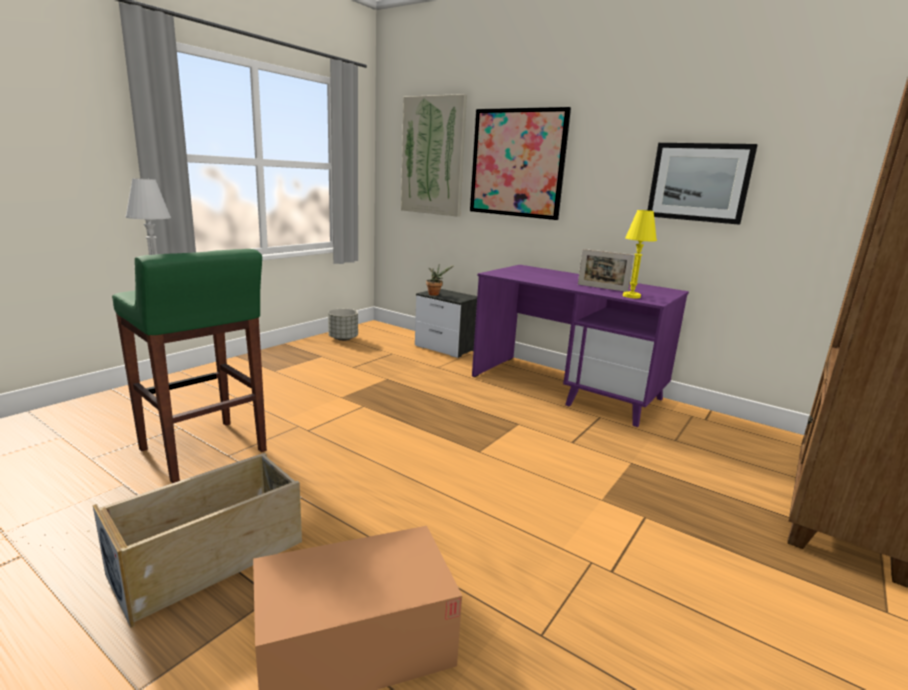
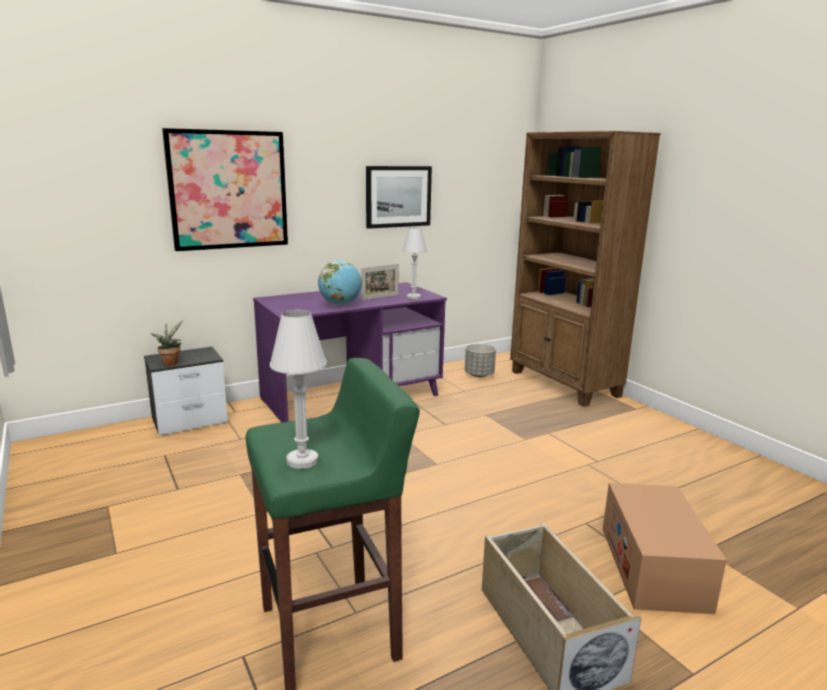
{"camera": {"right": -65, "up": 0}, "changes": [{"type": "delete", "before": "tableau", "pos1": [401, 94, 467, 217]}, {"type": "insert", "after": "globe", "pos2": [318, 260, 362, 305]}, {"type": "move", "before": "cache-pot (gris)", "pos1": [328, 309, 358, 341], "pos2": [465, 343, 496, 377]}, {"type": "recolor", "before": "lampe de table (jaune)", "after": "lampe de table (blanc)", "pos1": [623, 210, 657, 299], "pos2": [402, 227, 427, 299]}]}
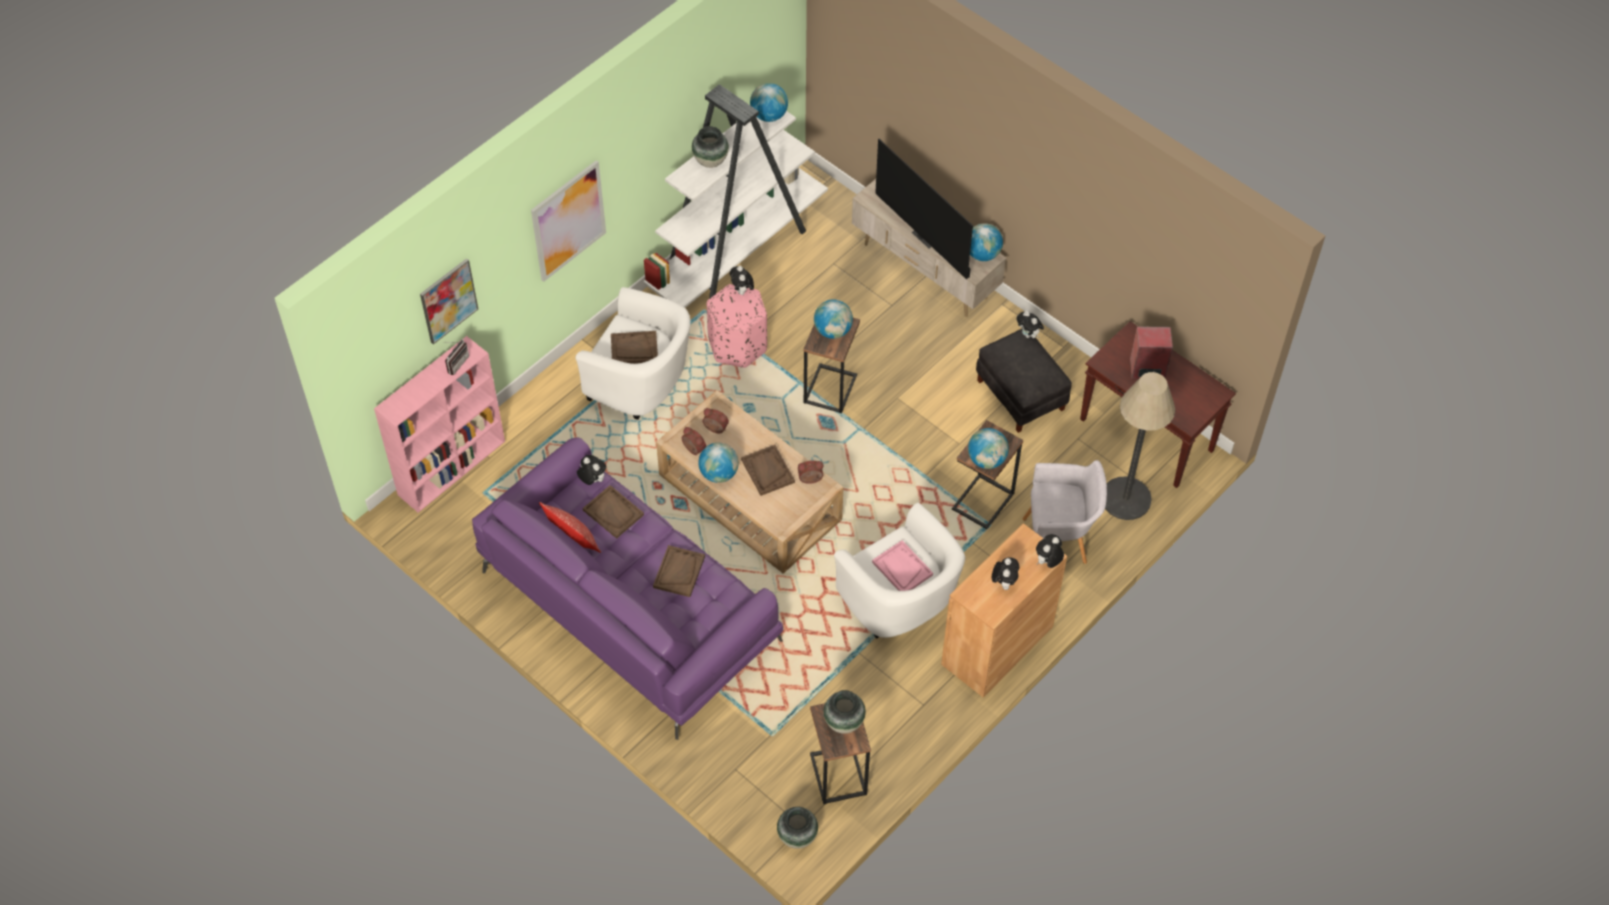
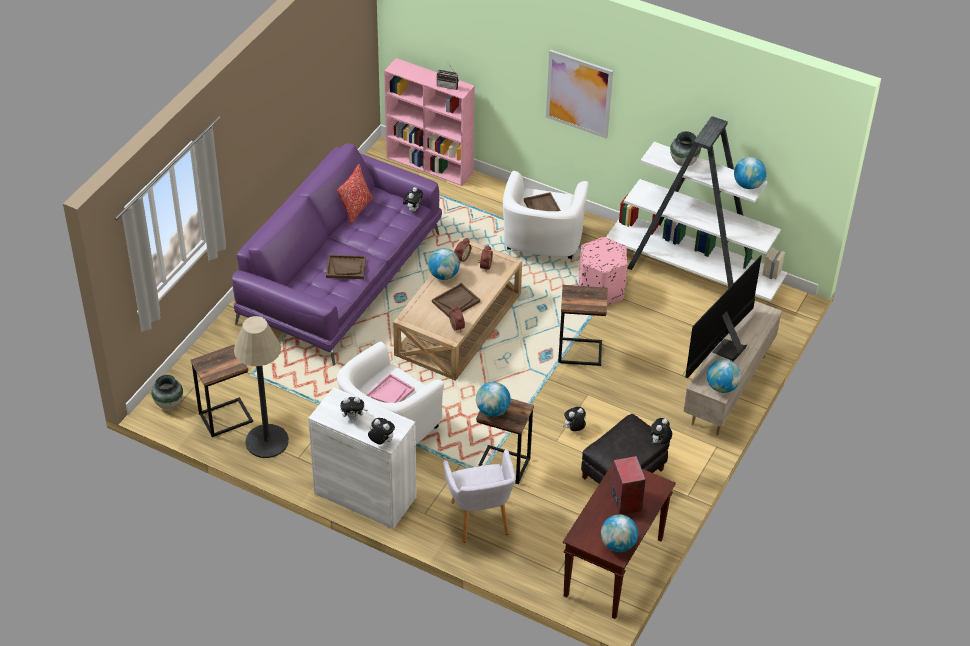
{"camera": {"right": 75, "up": -10}, "changes": [{"type": "delete", "before": "tableau", "pos1": [420, 258, 478, 344]}, {"type": "delete", "before": "plateau (marron)", "pos1": [583, 485, 644, 539]}, {"type": "delete", "before": "vase", "pos1": [823, 690, 866, 734]}, {"type": "move", "before": "peluche", "pos1": [730, 266, 754, 296], "pos2": [563, 407, 586, 431]}, {"type": "move", "before": "globe", "pos1": [814, 299, 853, 339], "pos2": [601, 515, 638, 552]}, {"type": "move", "before": "lampadaire", "pos1": [1105, 372, 1175, 520], "pos2": [234, 316, 289, 458]}, {"type": "recolor", "before": "meuble de rangement (marron)", "after": "meuble de rangement (blanc)", "pos1": [941, 523, 1067, 697], "pos2": [308, 387, 416, 529]}]}
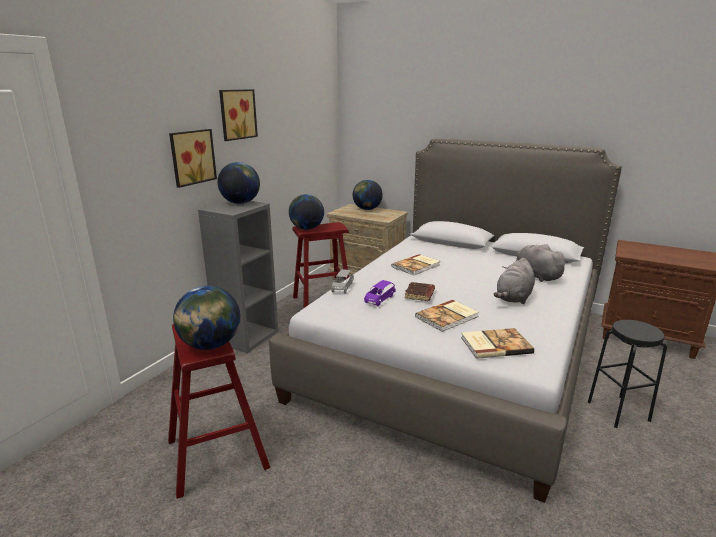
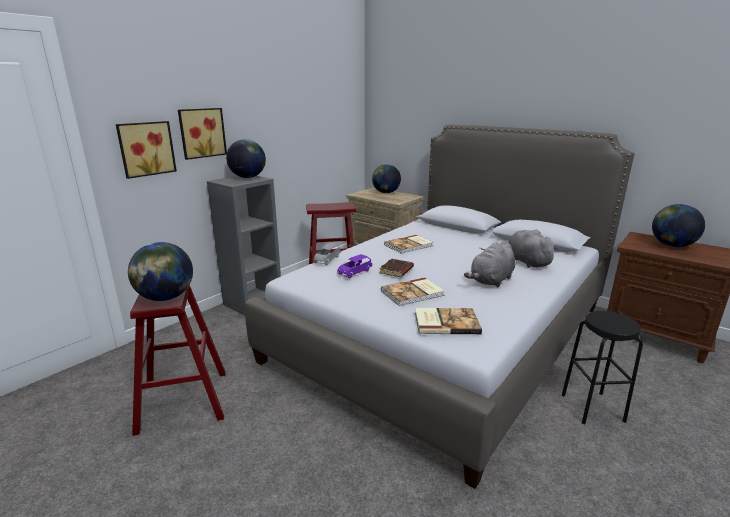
{"camera": {"right": 10, "up": 0}, "changes": [{"type": "move", "before": "tableau", "pos1": [219, 89, 258, 141], "pos2": [116, 121, 177, 179]}, {"type": "move", "before": "globe", "pos1": [289, 194, 324, 230], "pos2": [652, 204, 705, 247]}]}
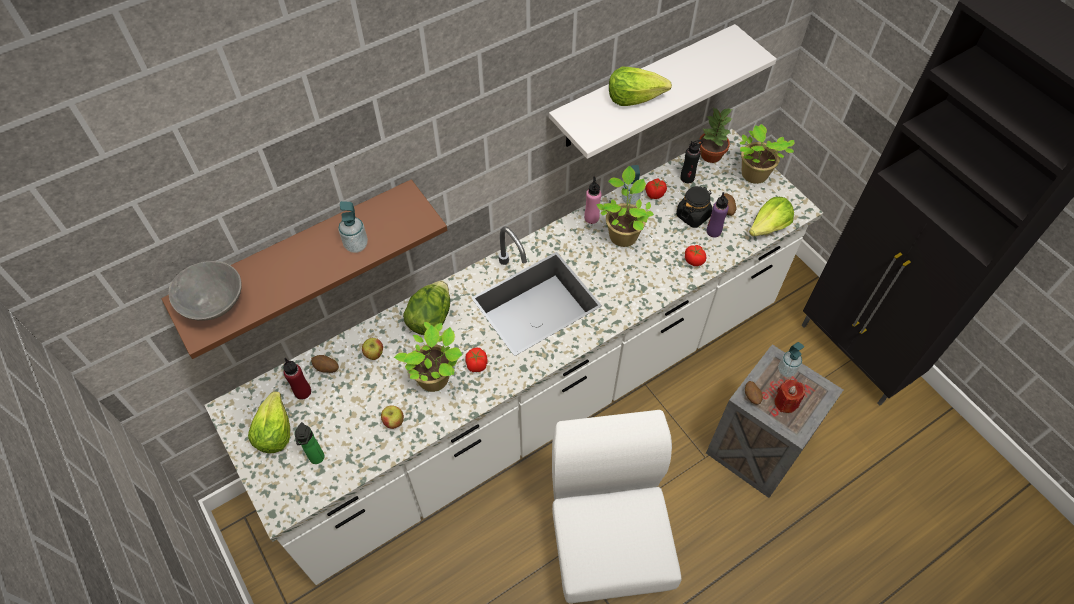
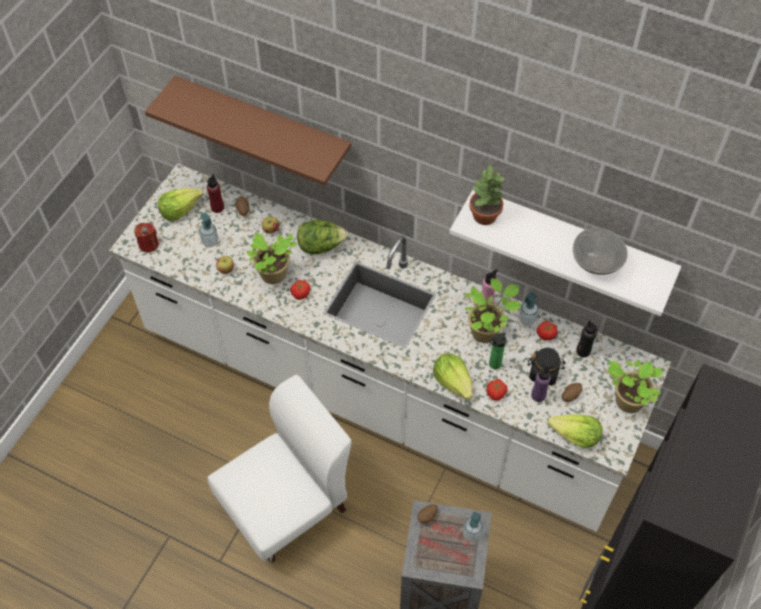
{"camera": {"right": 60, "up": 0}, "changes": [{"type": "move", "before": "bol (gris)", "pos1": [169, 261, 242, 321], "pos2": [573, 228, 628, 275]}, {"type": "move", "before": "bouteille", "pos1": [294, 422, 325, 464], "pos2": [489, 333, 506, 369]}, {"type": "move", "before": "distributeur de savon", "pos1": [338, 201, 368, 253], "pos2": [199, 212, 218, 247]}, {"type": "move", "before": "laitue", "pos1": [609, 67, 672, 106], "pos2": [433, 353, 473, 400]}, {"type": "move", "before": "plante en pot", "pos1": [699, 108, 733, 163], "pos2": [469, 164, 505, 225]}, {"type": "move", "before": "bougie (rouge)", "pos1": [774, 379, 805, 413], "pos2": [134, 223, 159, 253]}]}
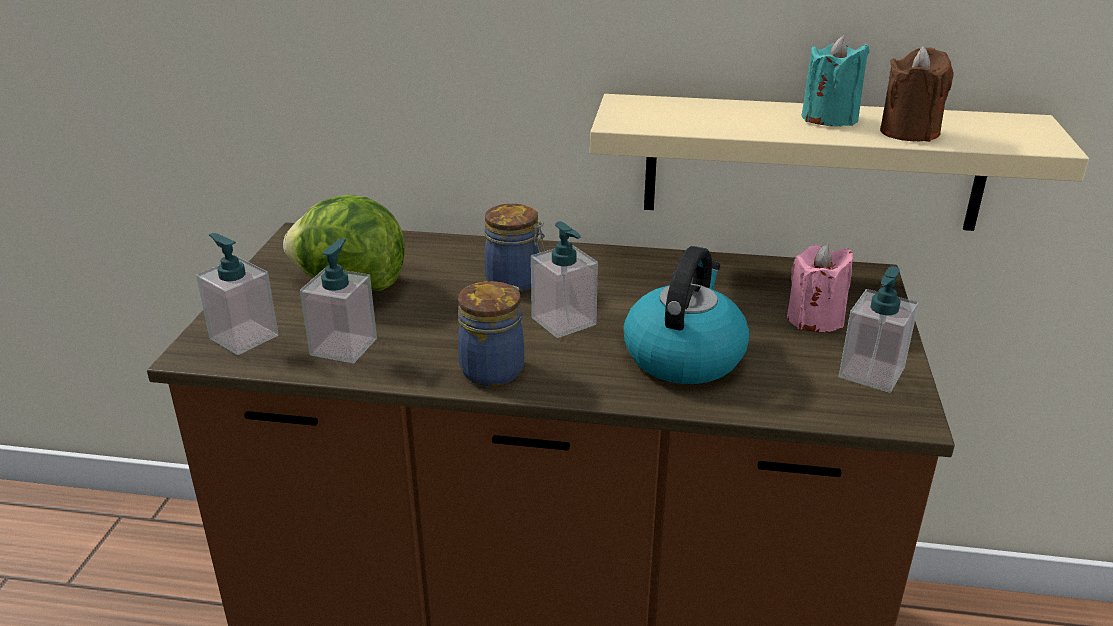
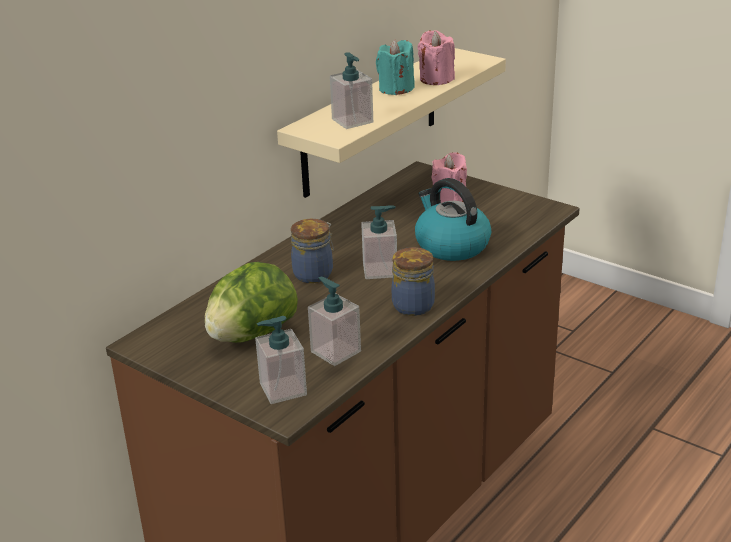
{"camera": {"right": -60, "up": 0}, "changes": [{"type": "move", "before": "distributeur de savon", "pos1": [839, 266, 919, 393], "pos2": [330, 52, 373, 129]}, {"type": "recolor", "before": "bougie (marron)", "after": "bougie (rose)", "pos1": [880, 46, 954, 142], "pos2": [418, 30, 455, 85]}]}
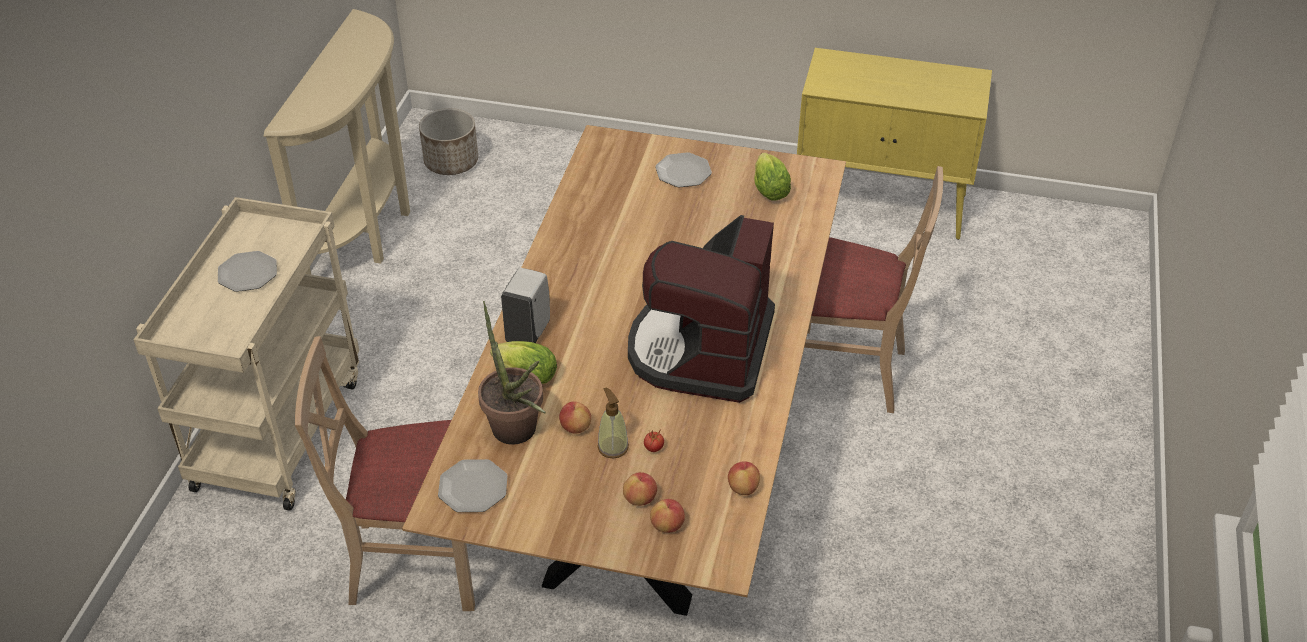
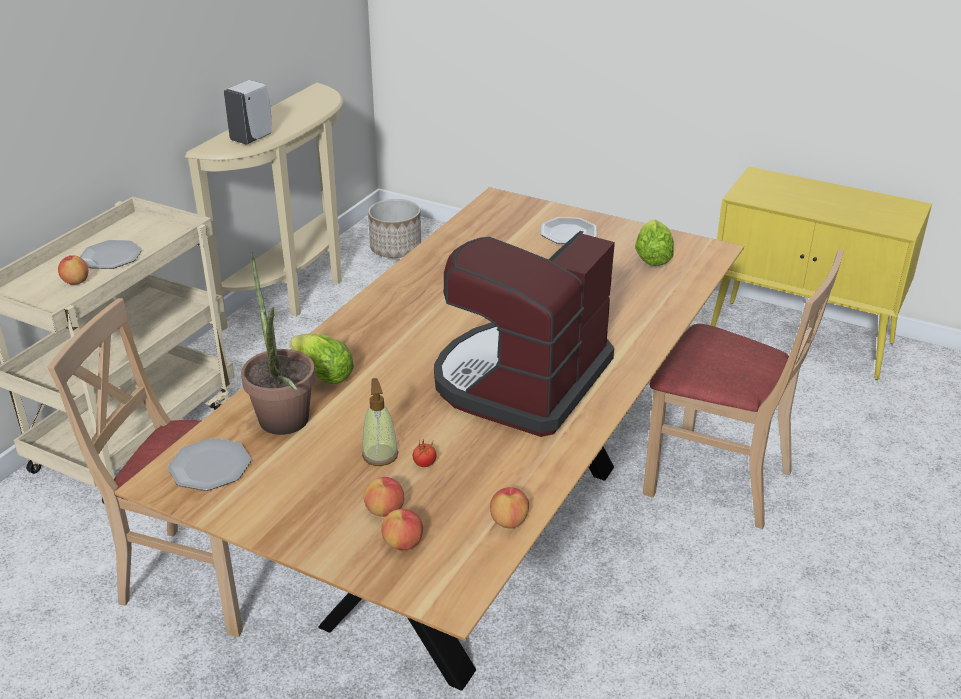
{"camera": {"right": 15, "up": -10}, "changes": [{"type": "move", "before": "distributeur de savon (blanc)", "pos1": [501, 268, 550, 343], "pos2": [224, 80, 271, 145]}, {"type": "move", "before": "pomme", "pos1": [559, 401, 591, 434], "pos2": [58, 255, 88, 285]}]}
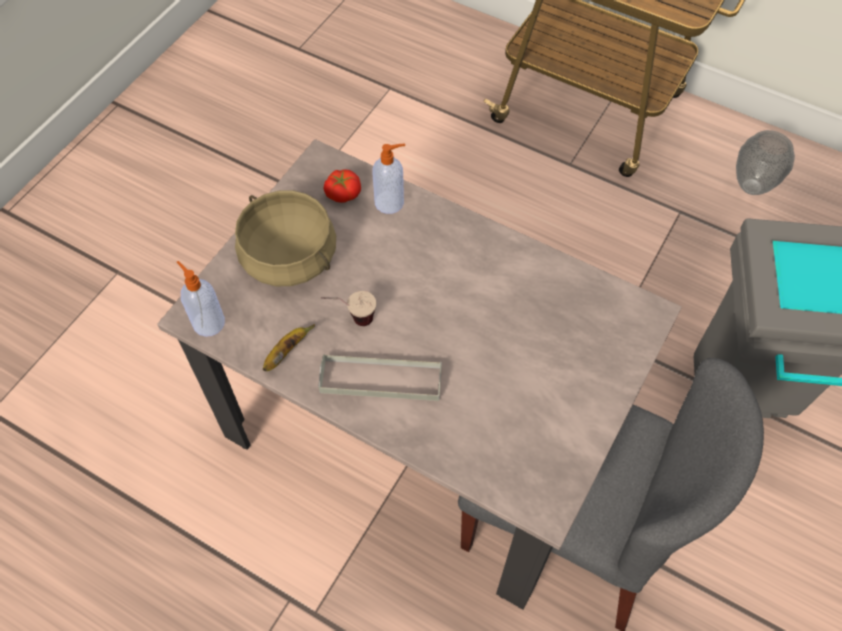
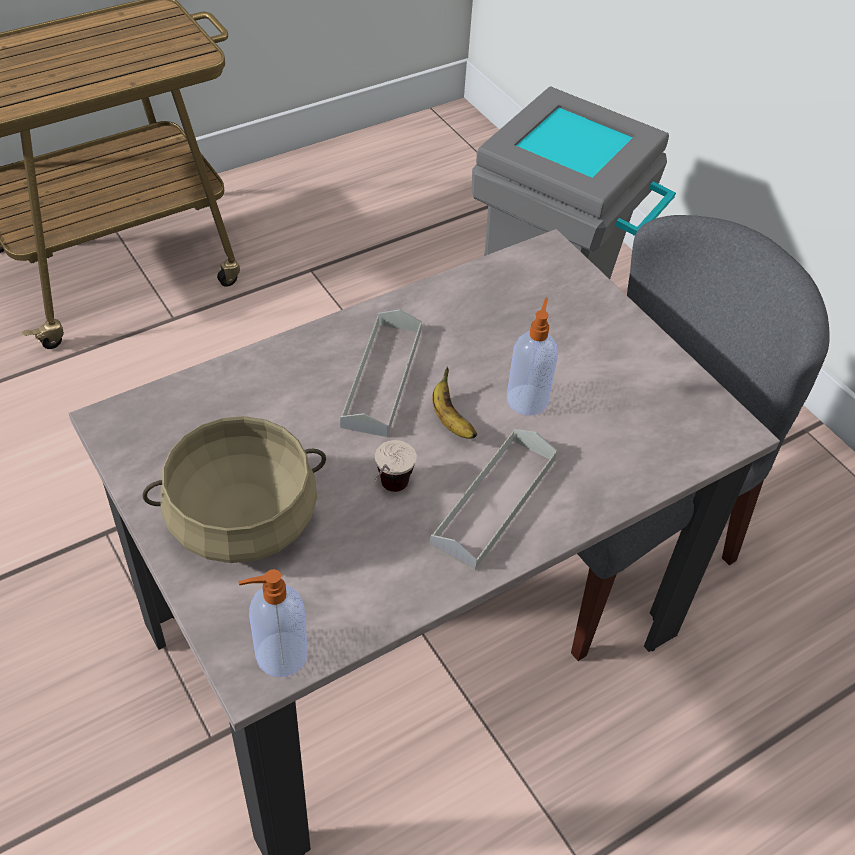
{"camera": {"right": -65, "up": -10}, "changes": [{"type": "delete", "before": "tomate", "pos1": [324, 169, 361, 203]}, {"type": "delete", "before": "vase", "pos1": [736, 130, 795, 195]}, {"type": "insert", "after": "plateau (gris)", "pos2": [340, 310, 422, 437]}, {"type": "move", "before": "banane", "pos1": [263, 324, 315, 371], "pos2": [432, 367, 477, 439]}, {"type": "move", "before": "distributeur de savon", "pos1": [372, 144, 405, 214], "pos2": [507, 297, 558, 415]}]}
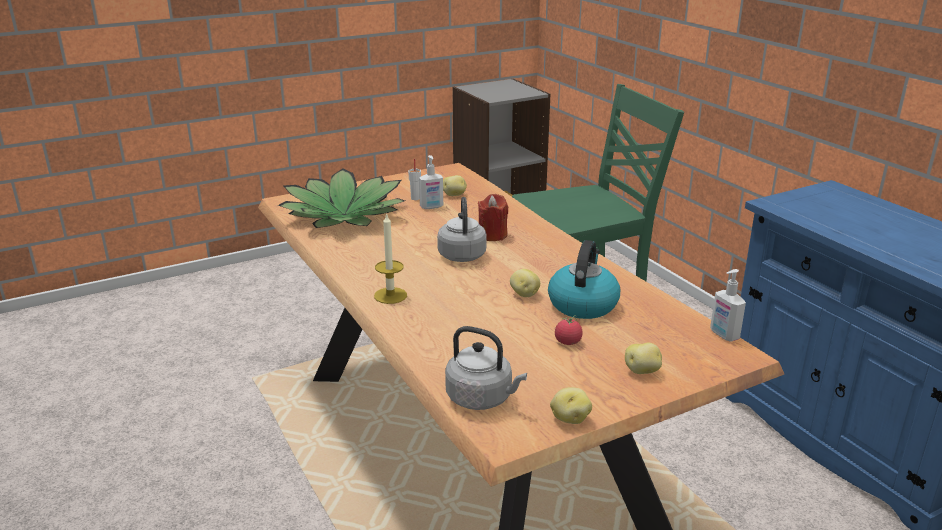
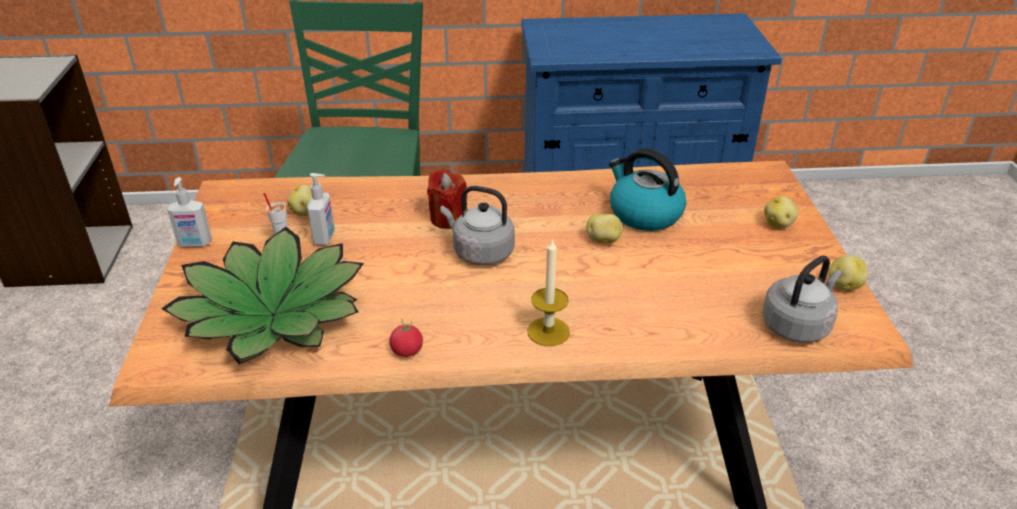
{"camera": {"right": -65, "up": 10}, "changes": [{"type": "move", "before": "tomate", "pos1": [555, 315, 583, 345], "pos2": [389, 320, 423, 357]}, {"type": "move", "before": "distributeur de savon", "pos1": [710, 269, 746, 341], "pos2": [167, 177, 212, 247]}]}
